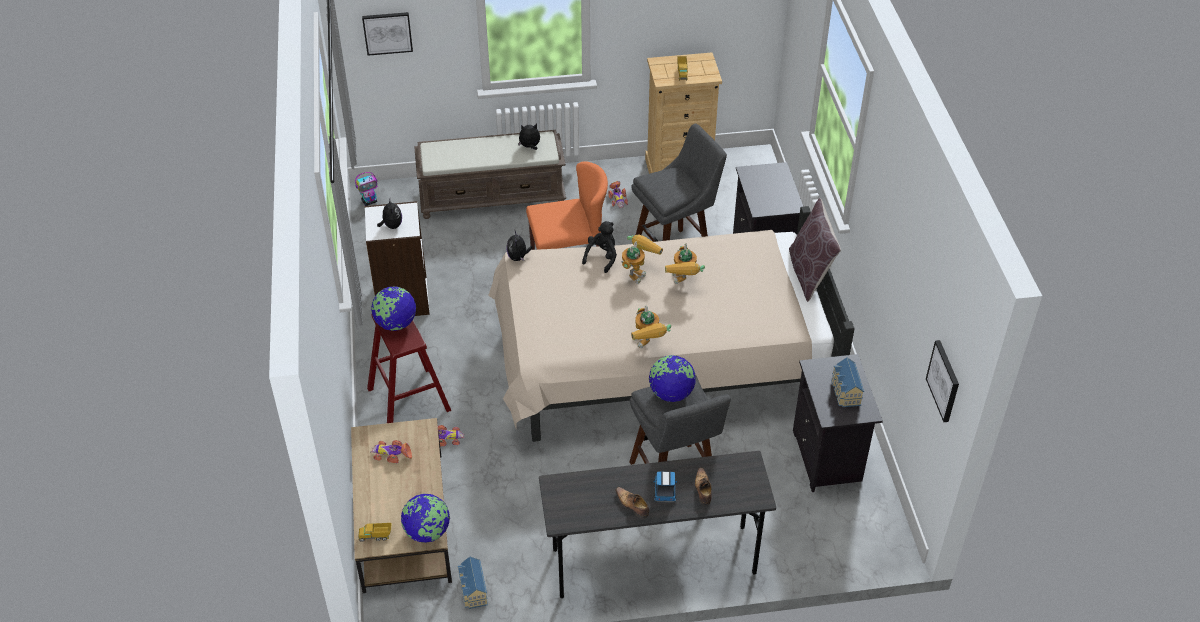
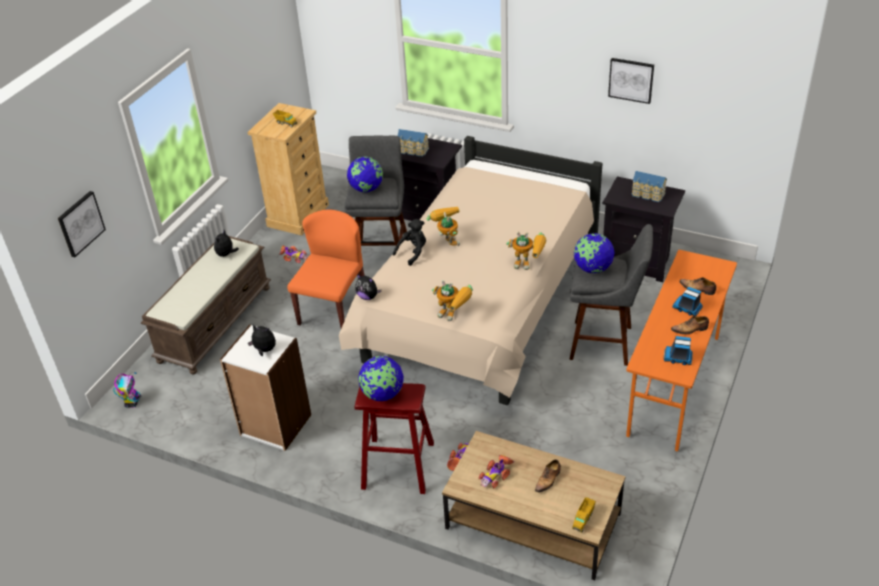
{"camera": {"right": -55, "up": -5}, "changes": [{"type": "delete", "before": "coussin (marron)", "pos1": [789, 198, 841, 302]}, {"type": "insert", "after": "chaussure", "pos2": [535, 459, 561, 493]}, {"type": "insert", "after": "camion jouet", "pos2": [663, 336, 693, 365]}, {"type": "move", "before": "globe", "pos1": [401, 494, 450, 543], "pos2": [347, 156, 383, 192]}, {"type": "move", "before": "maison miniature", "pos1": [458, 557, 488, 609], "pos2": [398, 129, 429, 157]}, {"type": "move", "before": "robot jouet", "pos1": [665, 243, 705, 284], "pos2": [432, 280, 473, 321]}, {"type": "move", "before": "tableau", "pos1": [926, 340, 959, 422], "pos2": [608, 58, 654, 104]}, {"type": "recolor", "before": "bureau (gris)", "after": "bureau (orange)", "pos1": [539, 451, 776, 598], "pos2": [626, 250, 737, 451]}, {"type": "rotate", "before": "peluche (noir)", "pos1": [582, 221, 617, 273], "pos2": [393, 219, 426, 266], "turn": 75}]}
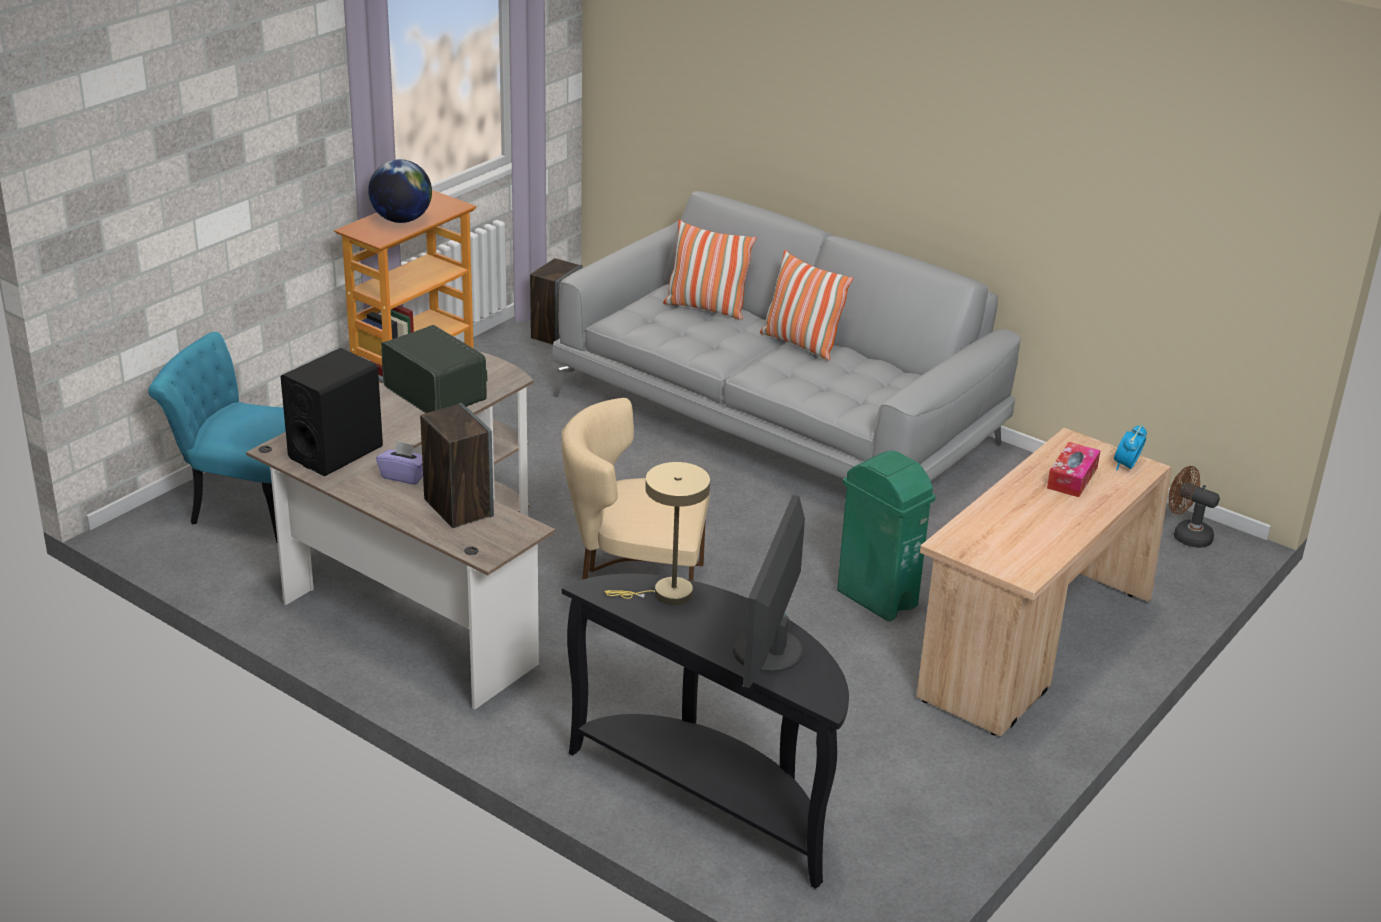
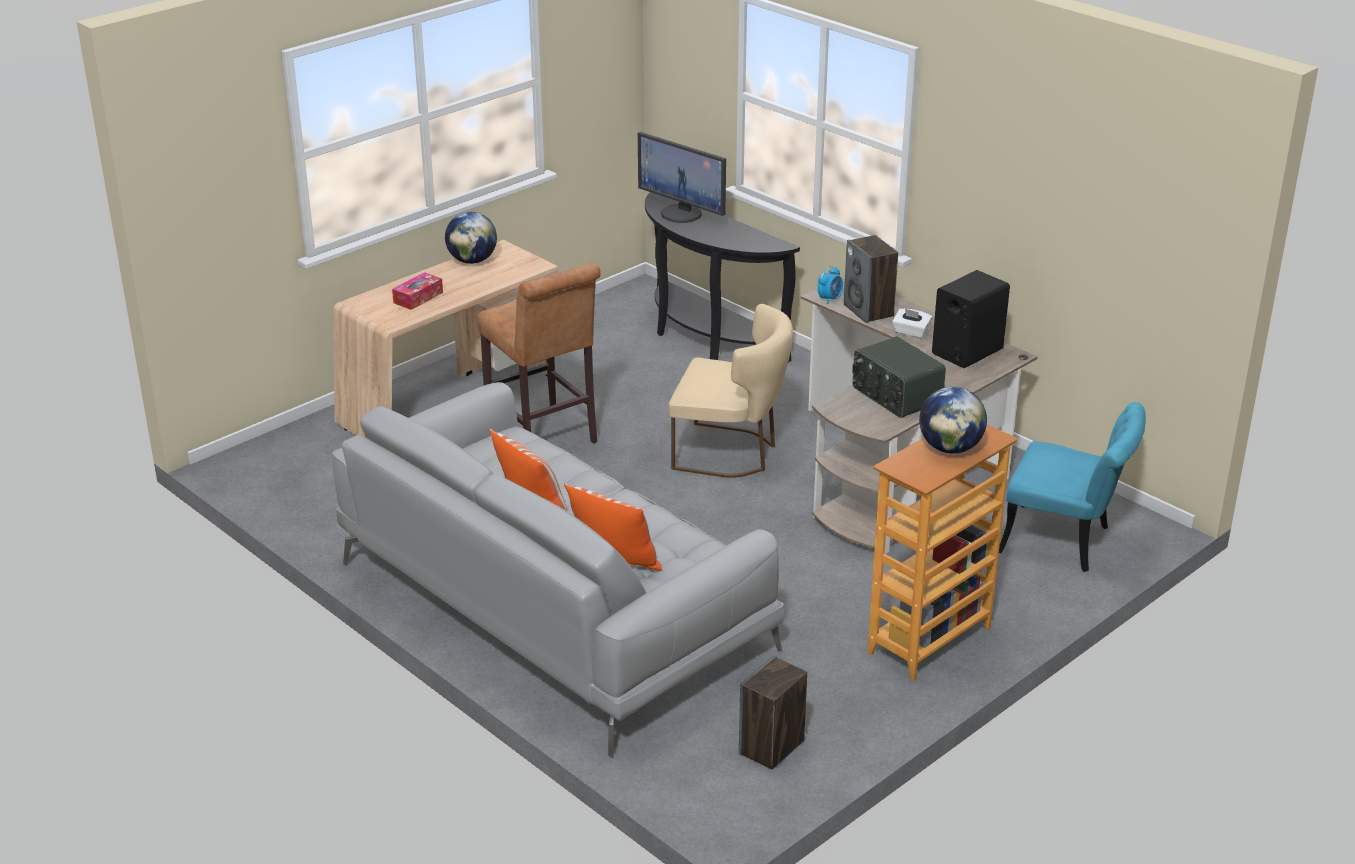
{"camera": {"right": -170, "up": 0}, "changes": [{"type": "delete", "before": "lampe de table (beige)", "pos1": [604, 462, 710, 605]}, {"type": "delete", "before": "ventilateur (marron)", "pos1": [1169, 466, 1220, 548]}, {"type": "insert", "after": "globe", "pos2": [445, 212, 497, 264]}, {"type": "move", "before": "réveil", "pos1": [1114, 425, 1147, 471], "pos2": [817, 266, 843, 305]}, {"type": "replace", "before": "poubelle (vert)", "after": "tabouret (marron)", "pos1": [837, 450, 935, 622], "pos2": [477, 263, 600, 443]}, {"type": "recolor", "before": "boîte à mouchoirs (violet)", "after": "boîte à mouchoirs (blanc)", "pos1": [376, 441, 423, 485], "pos2": [892, 308, 932, 338]}, {"type": "rotate", "before": "écran d'ordinateur", "pos1": [733, 495, 805, 688], "pos2": [638, 132, 726, 223], "turn": 105}]}
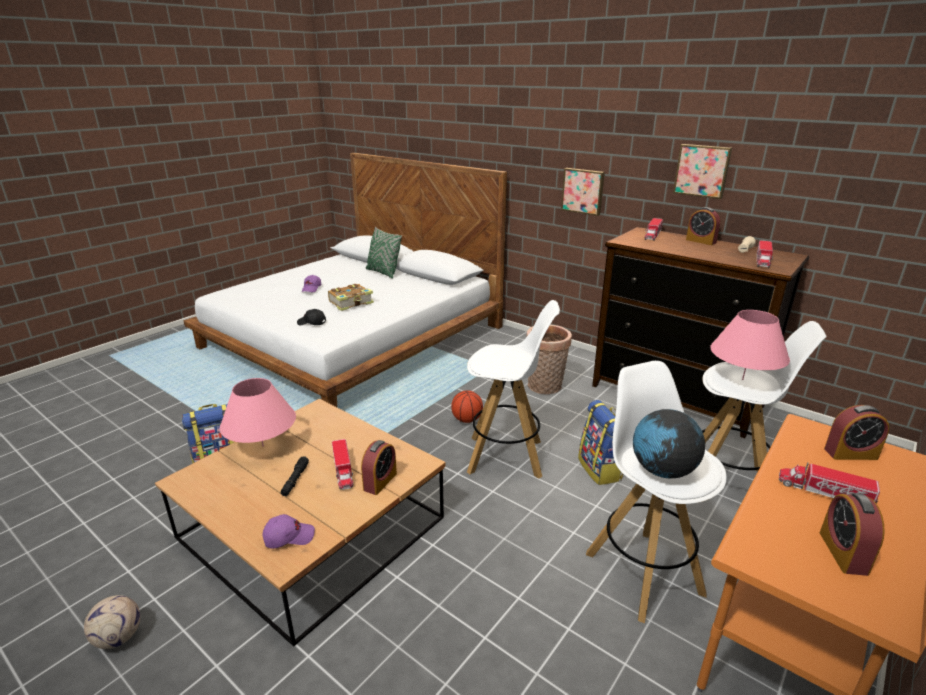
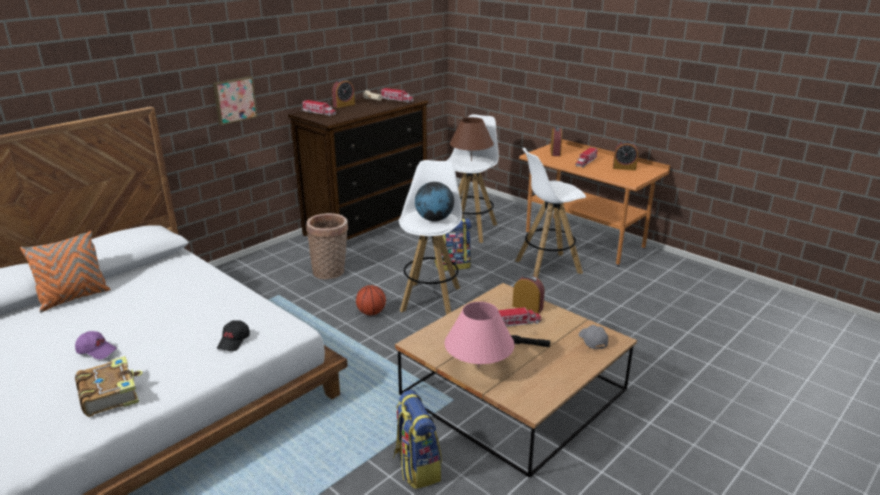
{"camera": {"right": -85, "up": 0}, "changes": [{"type": "delete", "before": "ballon de foot", "pos1": [84, 595, 140, 649]}, {"type": "delete", "before": "tableau", "pos1": [673, 144, 732, 199]}, {"type": "move", "before": "livre", "pos1": [328, 284, 374, 311], "pos2": [75, 356, 143, 417]}, {"type": "move", "before": "globe", "pos1": [633, 409, 705, 478], "pos2": [415, 182, 454, 222]}, {"type": "recolor", "before": "casquette (violet)", "after": "casquette (gris)", "pos1": [262, 514, 315, 549], "pos2": [579, 325, 608, 349]}, {"type": "recolor", "before": "coussin (vert)", "after": "coussin (orange)", "pos1": [366, 227, 402, 279], "pos2": [20, 231, 110, 312]}, {"type": "recolor", "before": "lampe de table (rose)", "after": "lampe de table (marron)", "pos1": [710, 310, 790, 380], "pos2": [450, 117, 494, 161]}]}
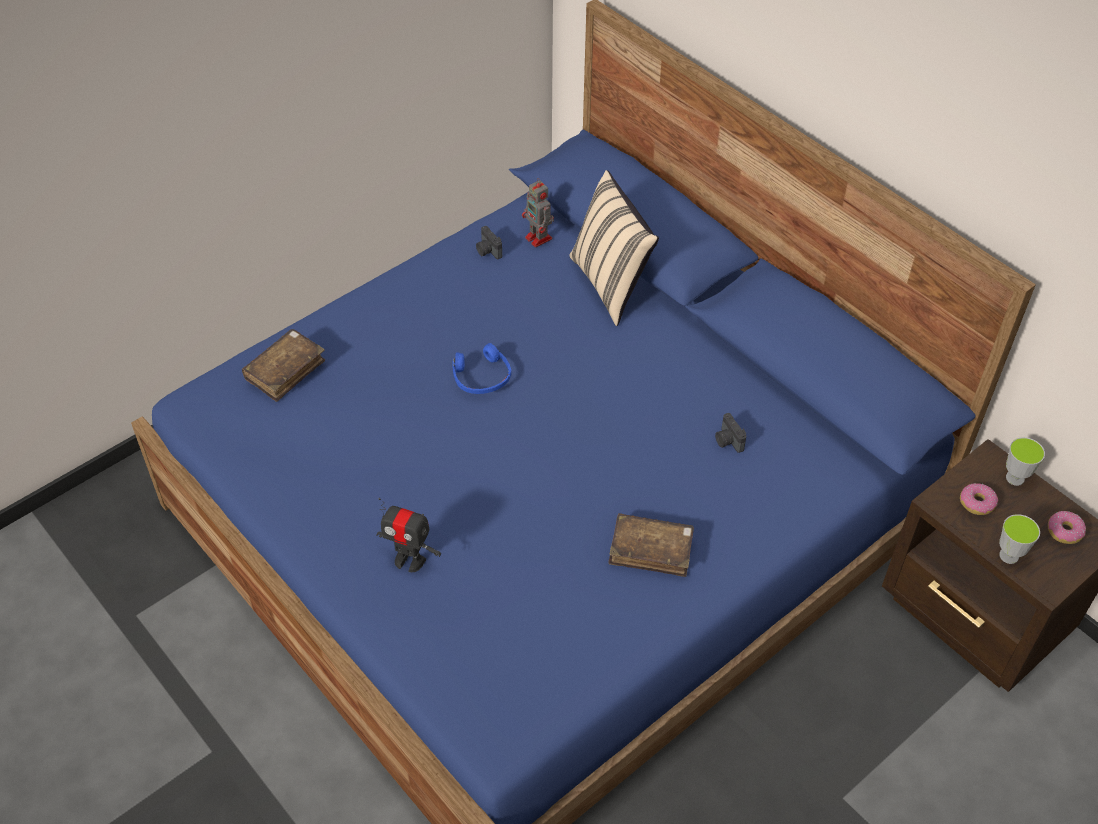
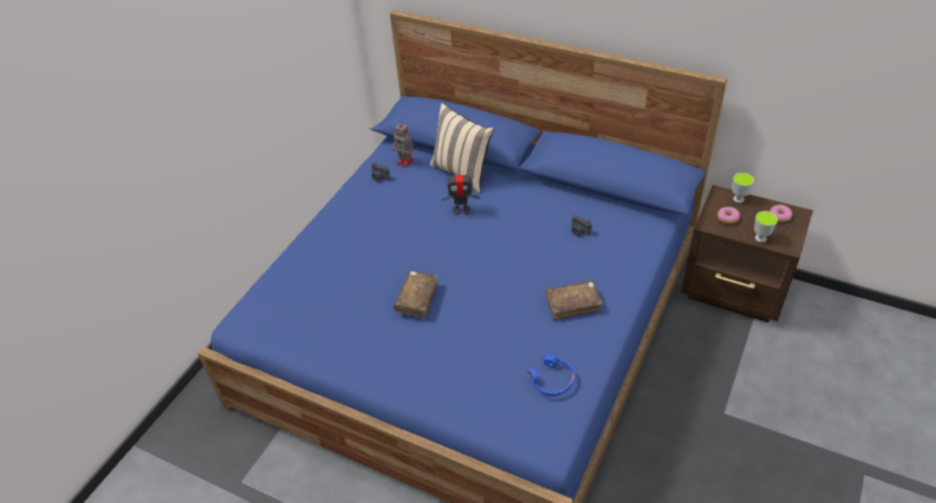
{"camera": {"right": -20, "up": -5}, "changes": [{"type": "move", "before": "livre (marron)", "pos1": [242, 329, 325, 402], "pos2": [393, 270, 438, 319]}, {"type": "move", "before": "robot jouet", "pos1": [376, 498, 441, 572], "pos2": [441, 170, 480, 215]}, {"type": "move", "before": "casque audio (bleu)", "pos1": [452, 343, 511, 394], "pos2": [527, 354, 575, 396]}]}
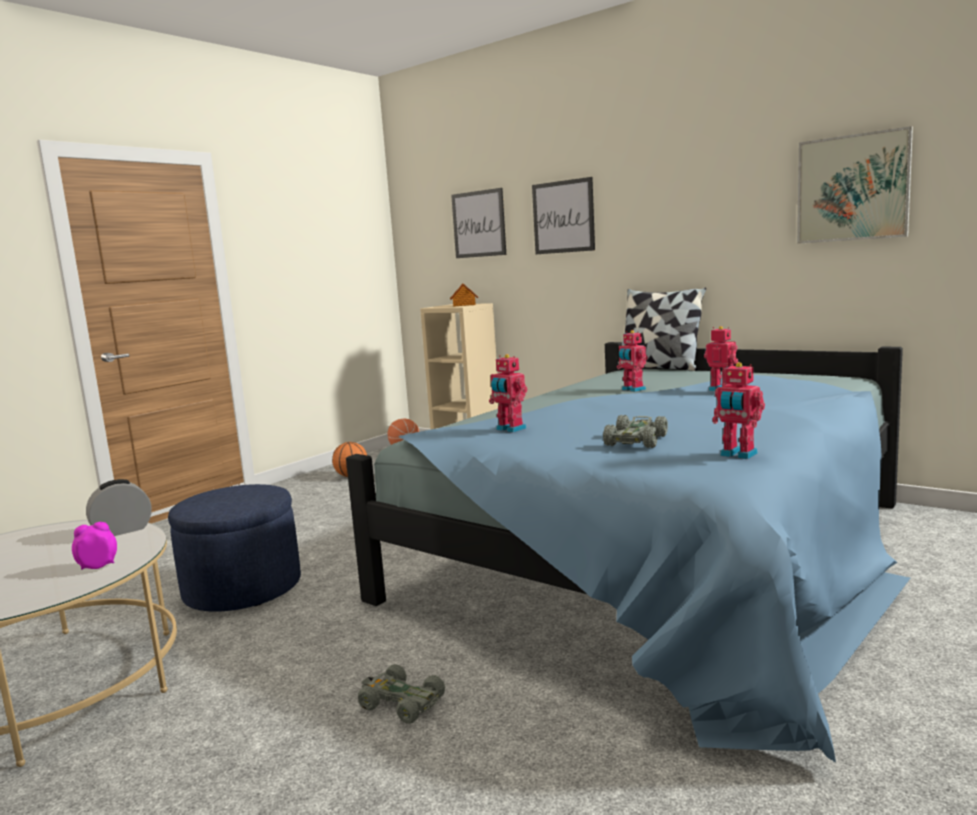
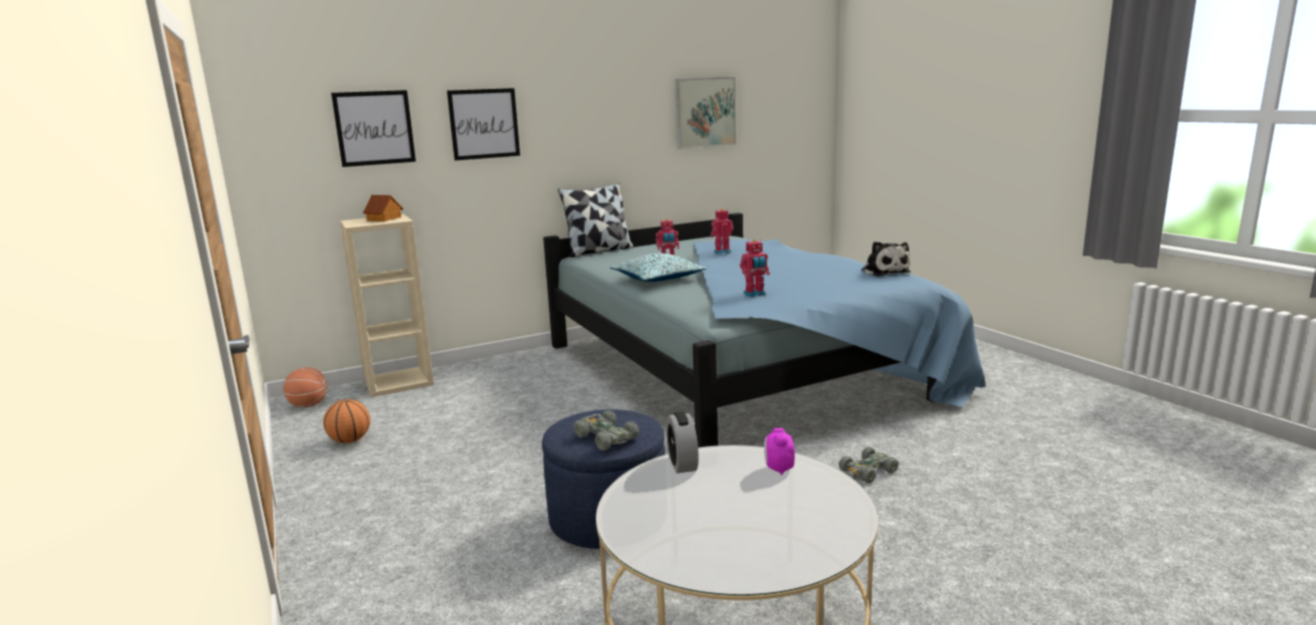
{"camera": {"right": -65, "up": 5}, "changes": [{"type": "insert", "after": "coussin", "pos2": [610, 253, 706, 282]}, {"type": "move", "before": "petite voiture (gris)", "pos1": [603, 415, 668, 448], "pos2": [574, 410, 639, 451]}, {"type": "replace", "before": "robot jouet", "after": "peluche", "pos1": [712, 362, 765, 459], "pos2": [861, 241, 910, 277]}]}
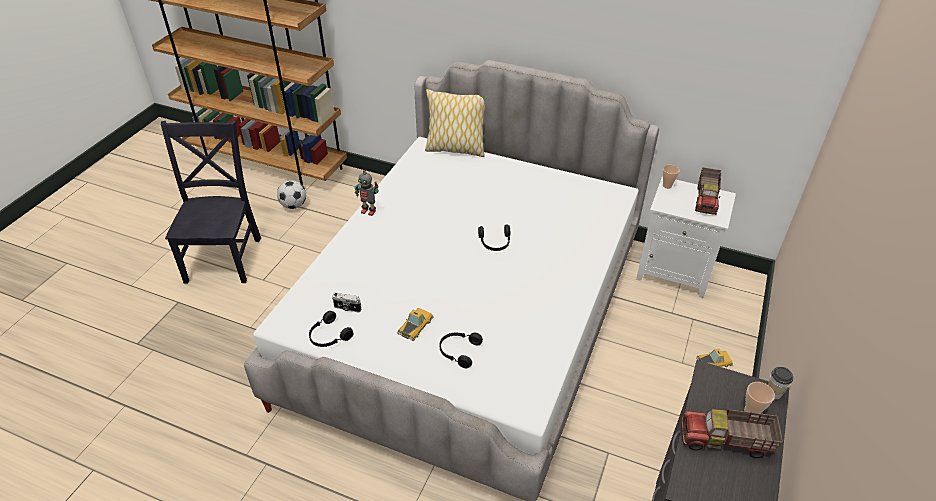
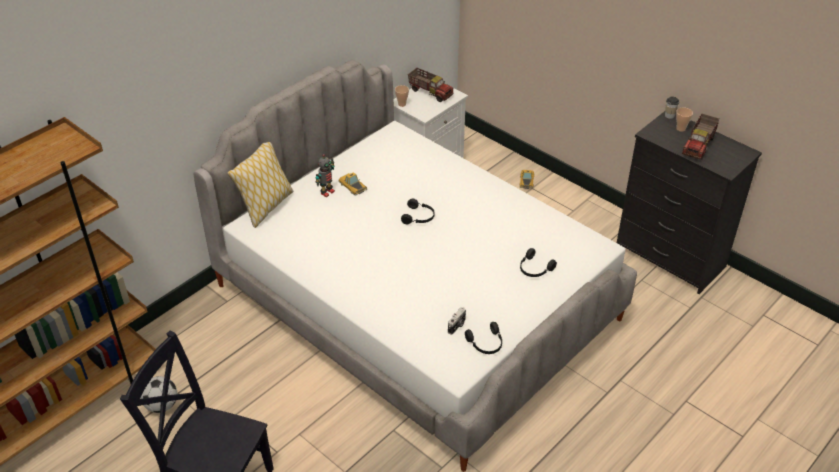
{"camera": {"right": -70, "up": 0}, "changes": [{"type": "move", "before": "robot jouet", "pos1": [355, 170, 379, 216], "pos2": [316, 154, 335, 197]}, {"type": "move", "before": "petite voiture", "pos1": [397, 308, 434, 341], "pos2": [338, 172, 367, 195]}]}
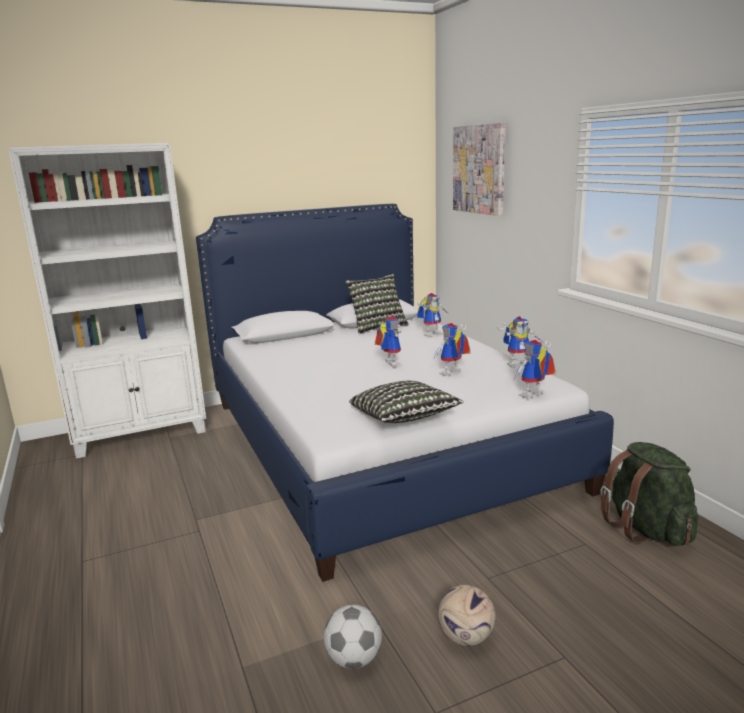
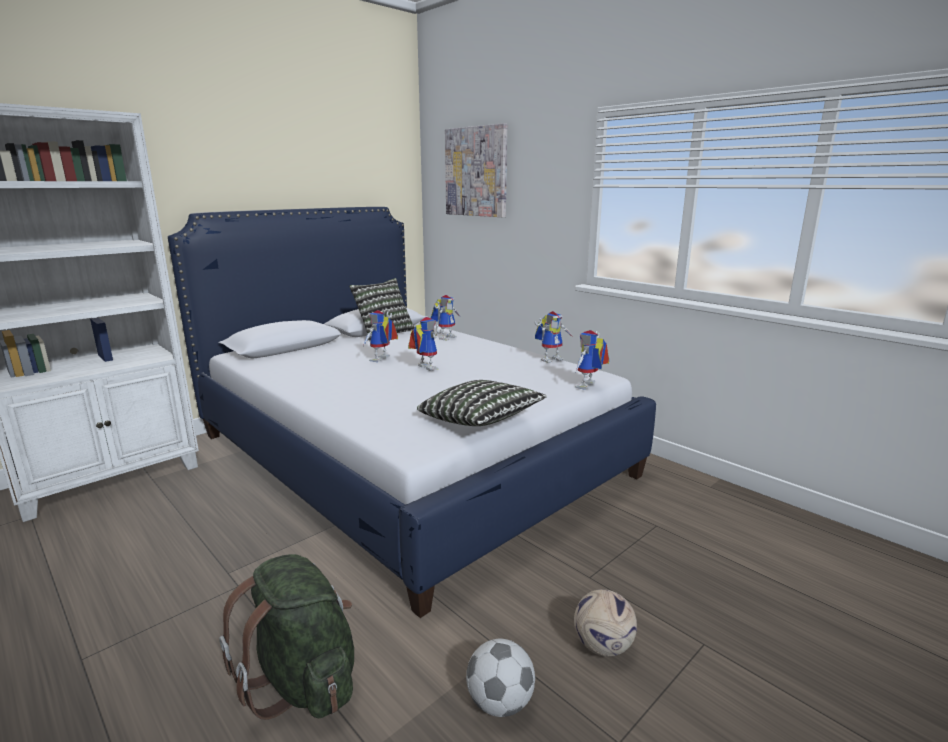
{"camera": {"right": -20, "up": 0}, "changes": [{"type": "move", "before": "robot jouet", "pos1": [433, 323, 470, 376], "pos2": [363, 310, 398, 362]}, {"type": "move", "before": "sac à dos (vert)", "pos1": [600, 442, 698, 546], "pos2": [219, 554, 354, 720]}]}
